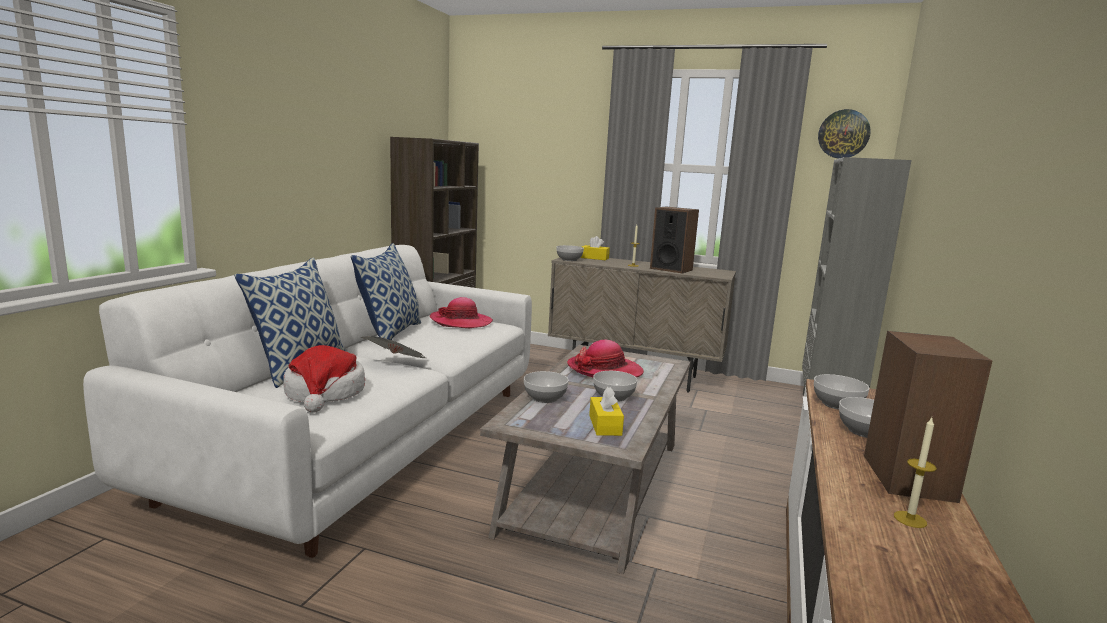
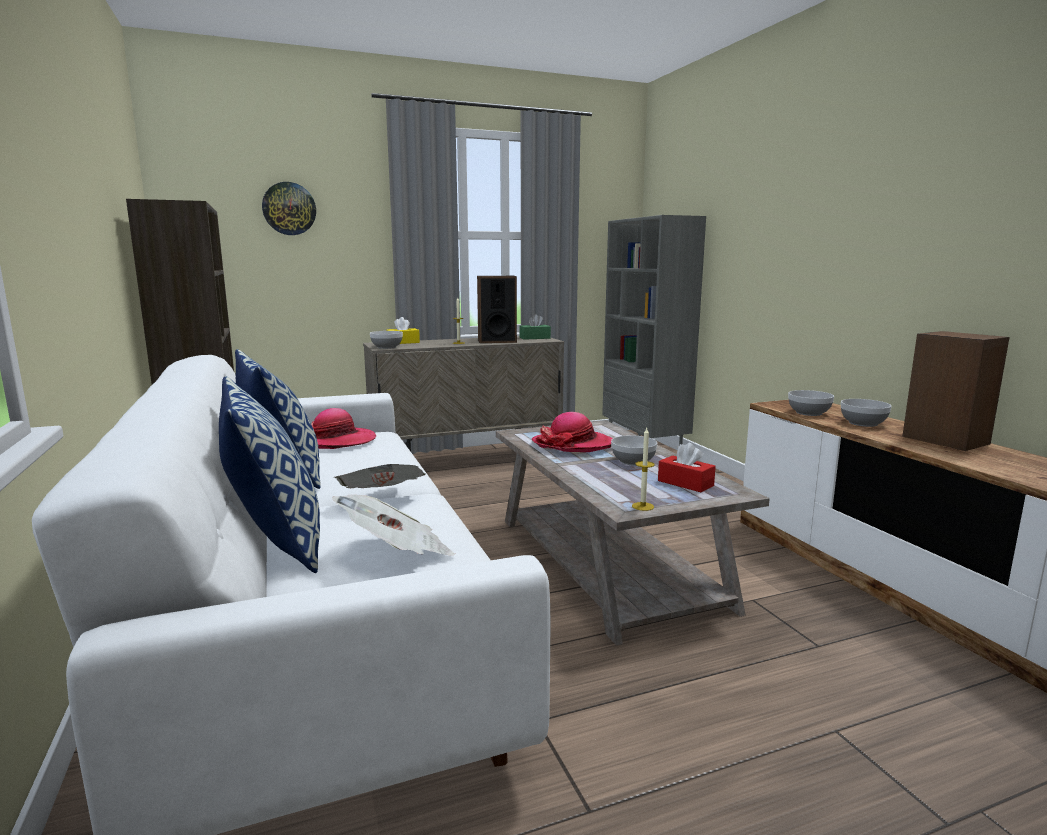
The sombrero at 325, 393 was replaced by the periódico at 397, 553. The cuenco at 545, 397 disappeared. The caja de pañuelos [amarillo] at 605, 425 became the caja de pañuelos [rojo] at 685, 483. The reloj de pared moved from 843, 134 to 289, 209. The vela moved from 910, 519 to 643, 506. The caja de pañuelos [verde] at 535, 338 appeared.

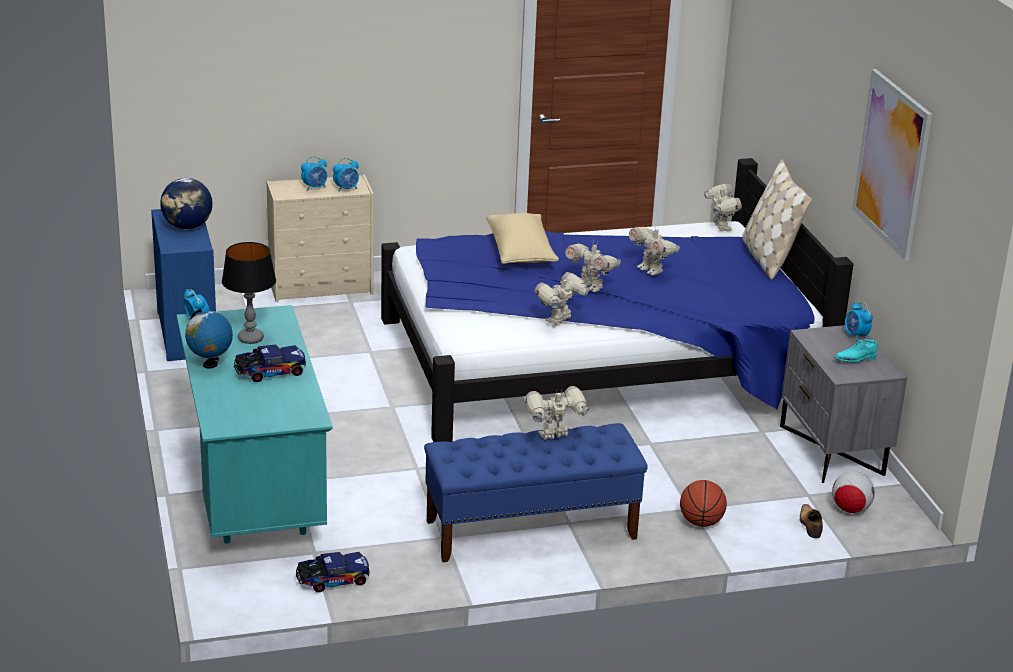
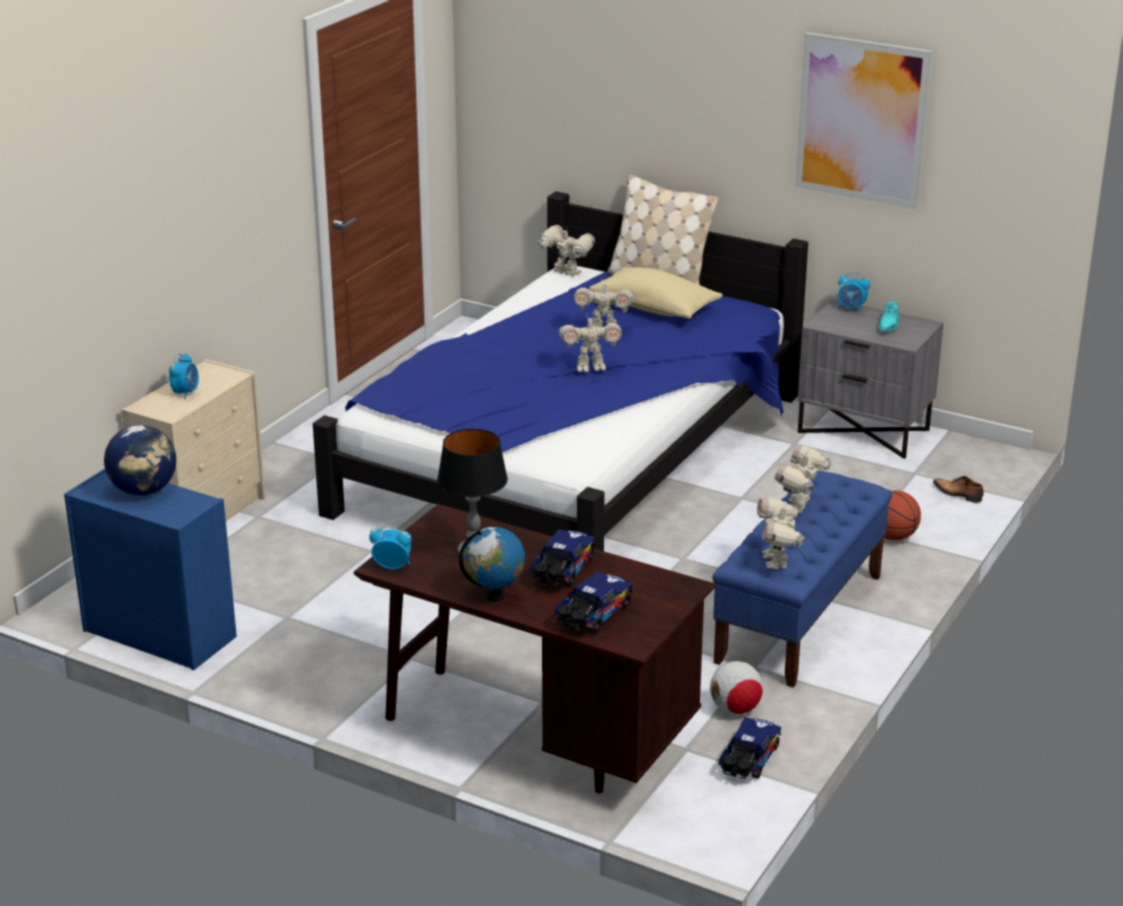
The escritorio [turquesa] at 253, 494 became the escritorio [marrón] at 534, 735. The despertador at 346, 189 disappeared. The cojín [beis] moved from 521, 252 to 655, 308. The robot de juguete moved from 560, 320 to 777, 561. The balón de fútbol moved from 850, 509 to 735, 709. The camión de juguete at 591, 616 appeared.

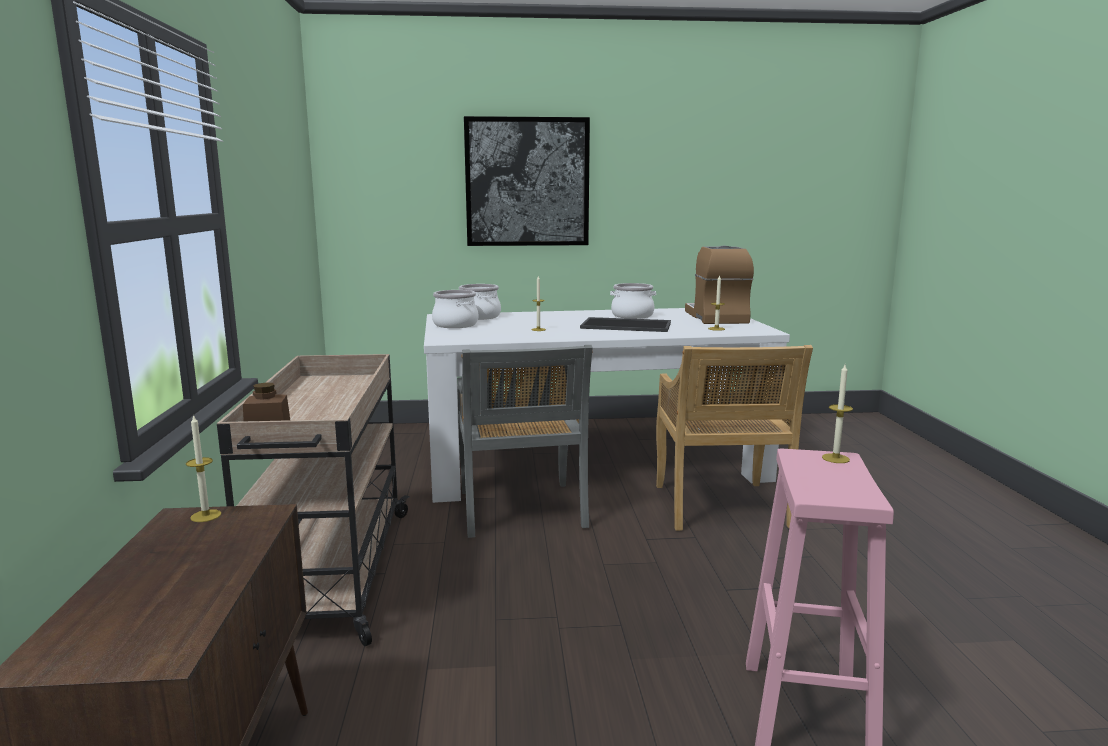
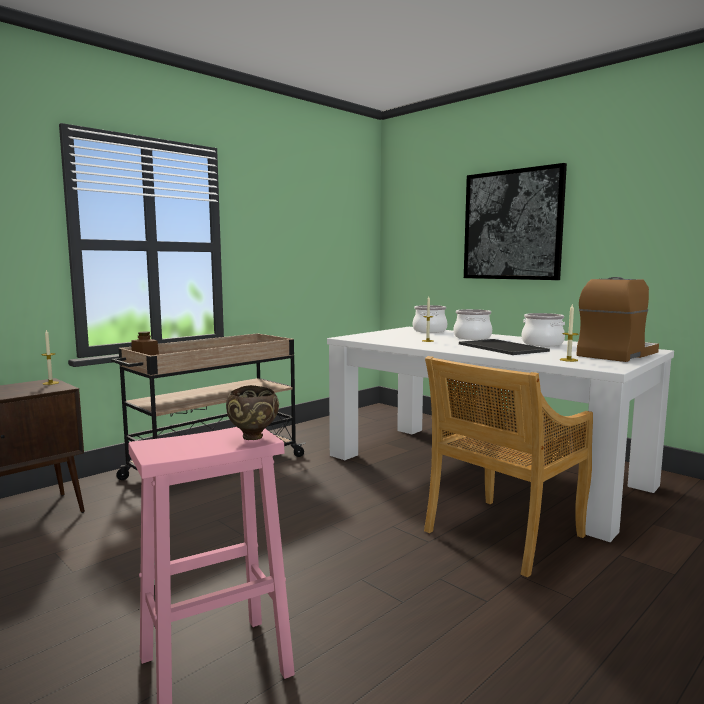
The olla moved from 455, 325 to 472, 337. The silla [gris] at 521, 510 disappeared. The vela at 835, 458 was replaced by the cuenco [marrón] at 253, 437.

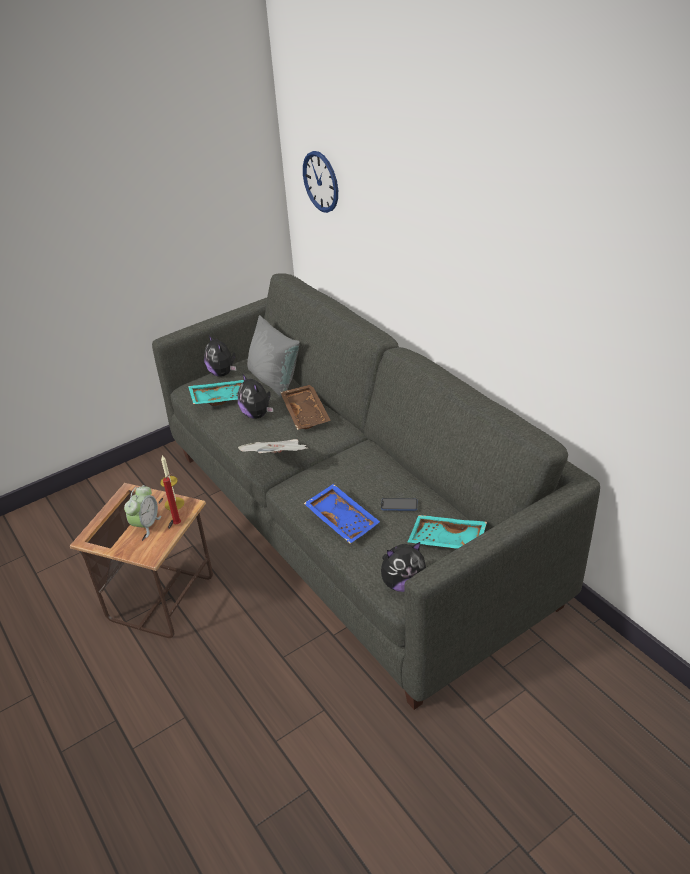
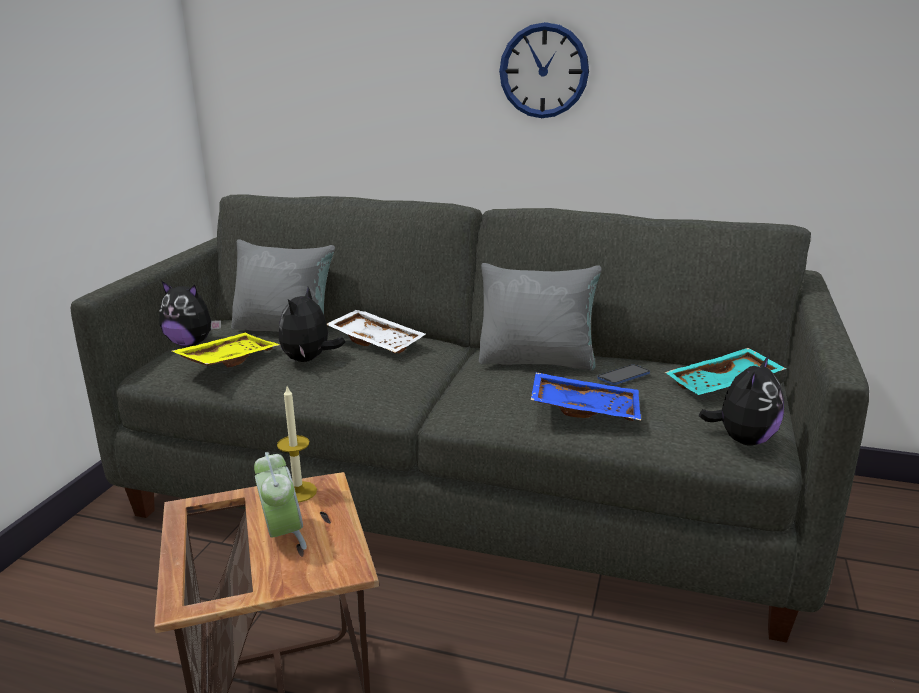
The vela [rojo] at 178, 524 disappeared. The bandeja [turquesa] at 220, 398 became the bandeja [amarillo] at 227, 360. The peluche at 257, 414 turned 90 degrees clockwise. The periódico at 277, 460 disappeared. The bandeja [marrón] at 306, 413 became the bandeja [blanco] at 377, 341. The reloj de pared moved from 321, 181 to 543, 71. The cojín [gris] at 537, 361 appeared.

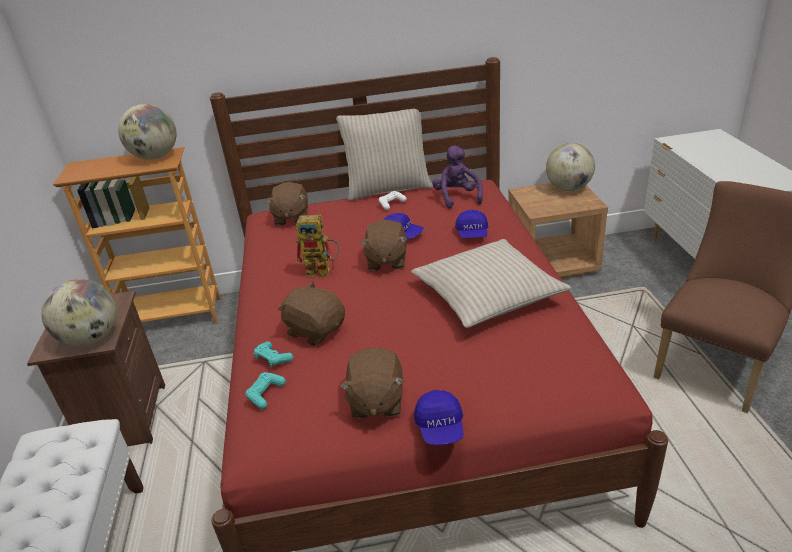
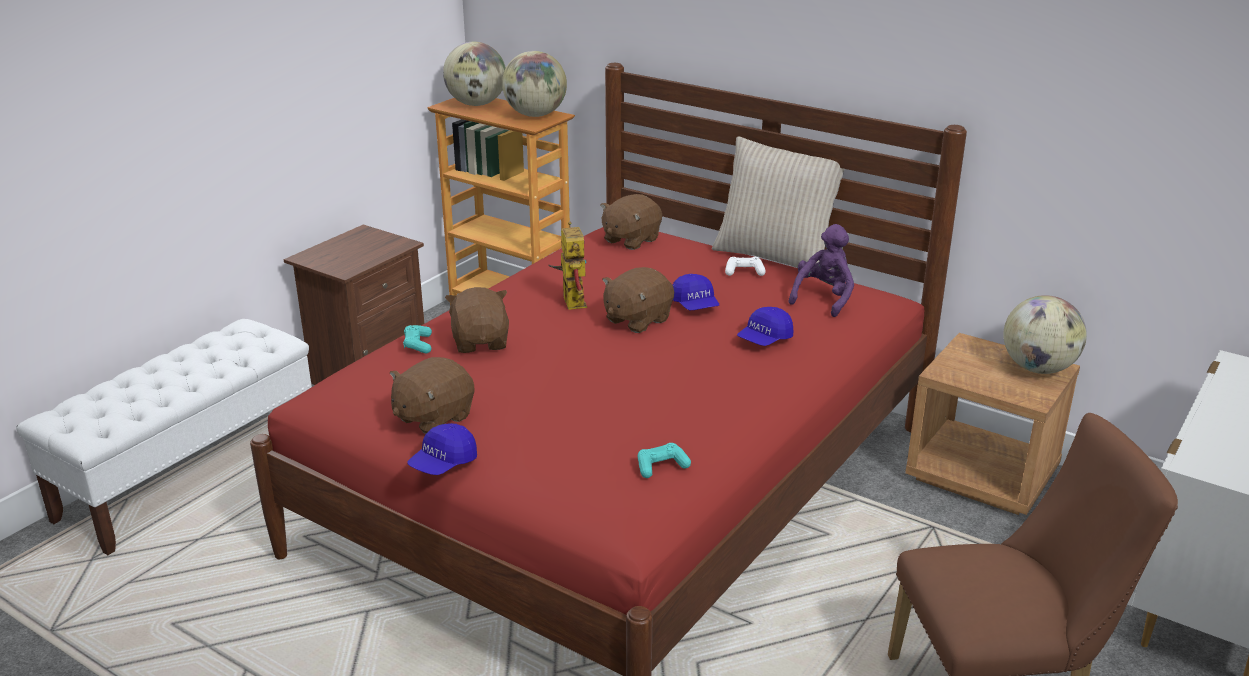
The globo terráqueo moved from 91, 338 to 476, 104. The mando de consola [turquesa] moved from 265, 394 to 661, 467. The robot de juguete at 323, 271 turned 150 degrees counterclockwise. The cojín [beis] at 487, 294 disappeared.

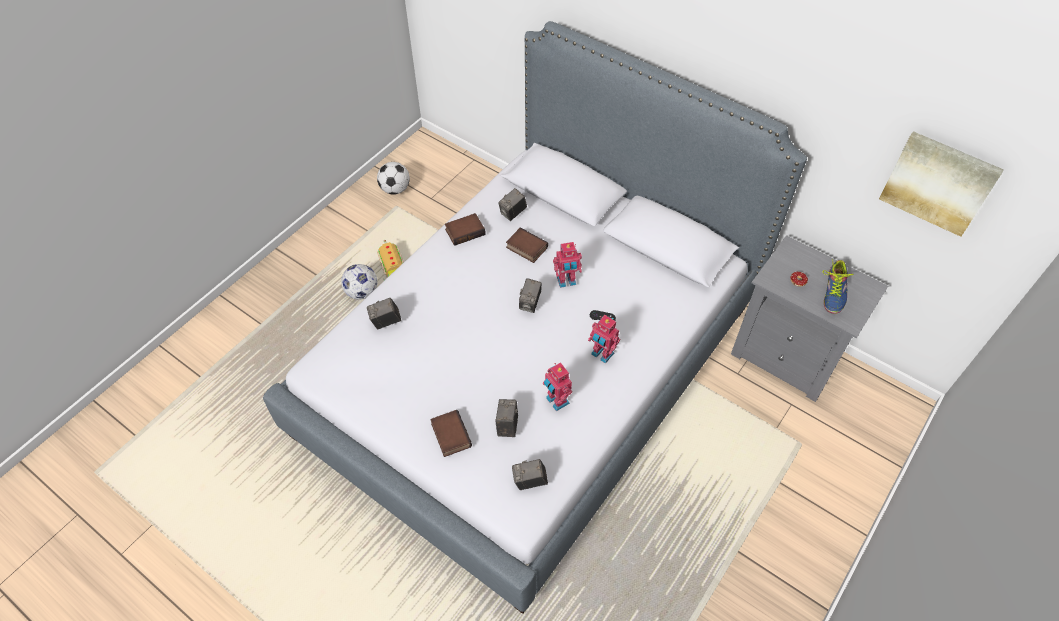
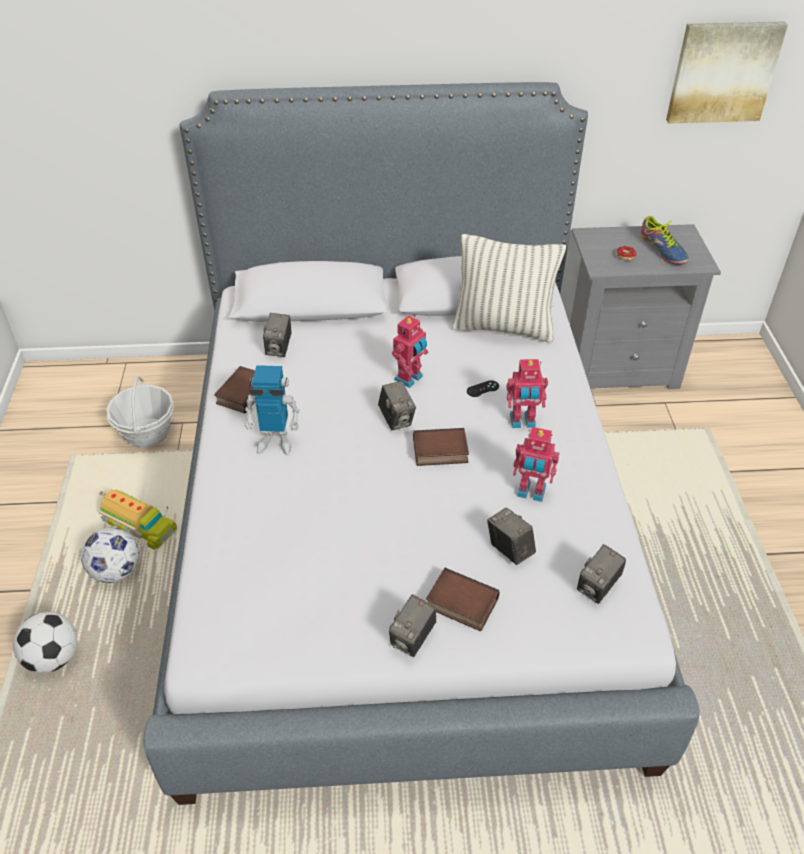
The cámara moved from 386, 321 to 413, 639. The balón de fútbol moved from 395, 189 to 54, 658. The libro moved from 525, 248 to 439, 452. The cesta at 147, 433 appeared. The robot de juguete at 275, 441 appeared. The cojín at 503, 327 appeared.

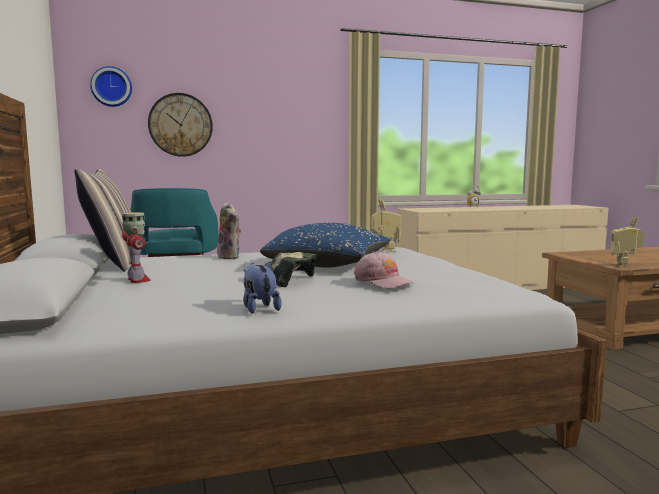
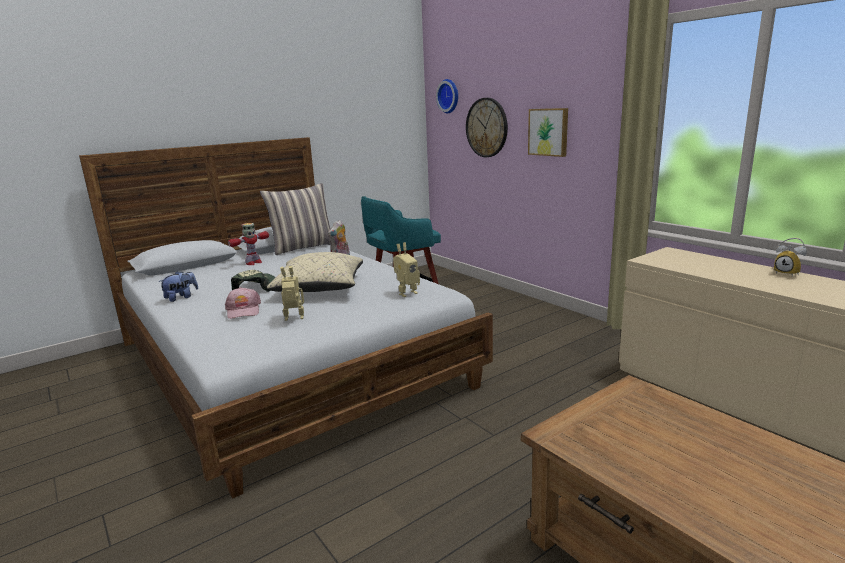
The cojín [azul] at 328, 266 became the cojín [beis] at 320, 289. The gorra [rosa] at 383, 281 turned 45 degrees counterclockwise. The robot de juguete moved from 625, 265 to 294, 319. The cuadro at 549, 132 appeared.

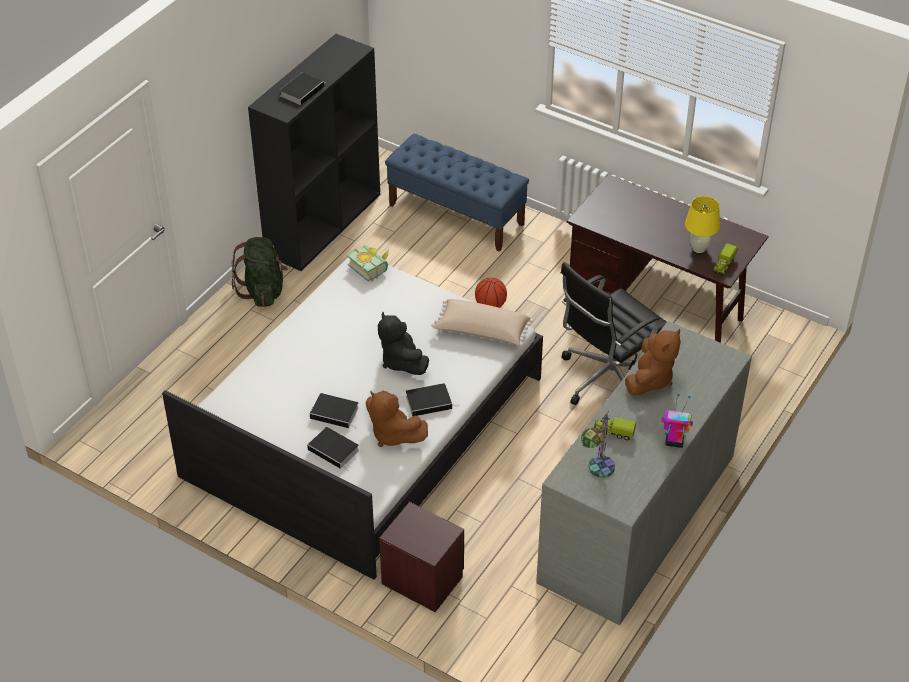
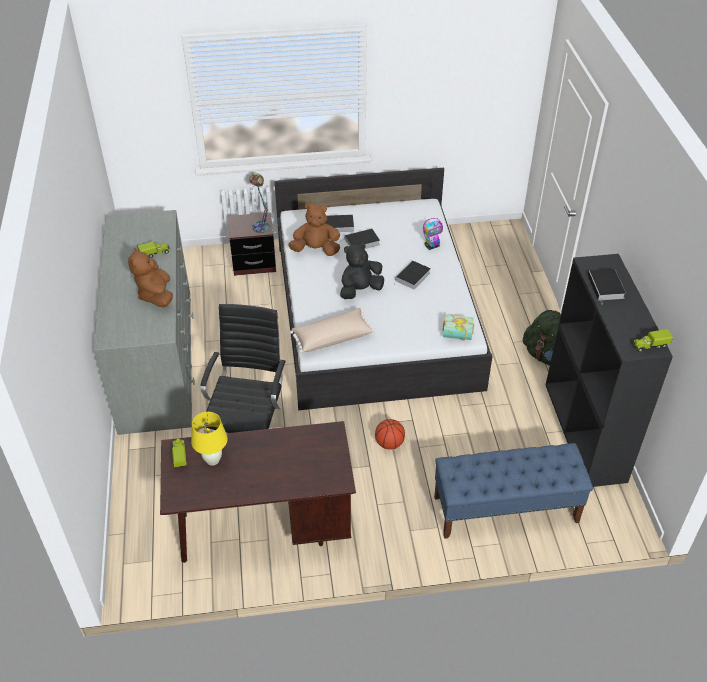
The peluche [negro] at 401, 361 turned 60 degrees counterclockwise. The libro moved from 430, 401 to 412, 277. The lámpara de mesa moved from 596, 472 to 261, 224. The robot de juguete moved from 673, 442 to 432, 246. The camión de juguete at 649, 346 appeared.

